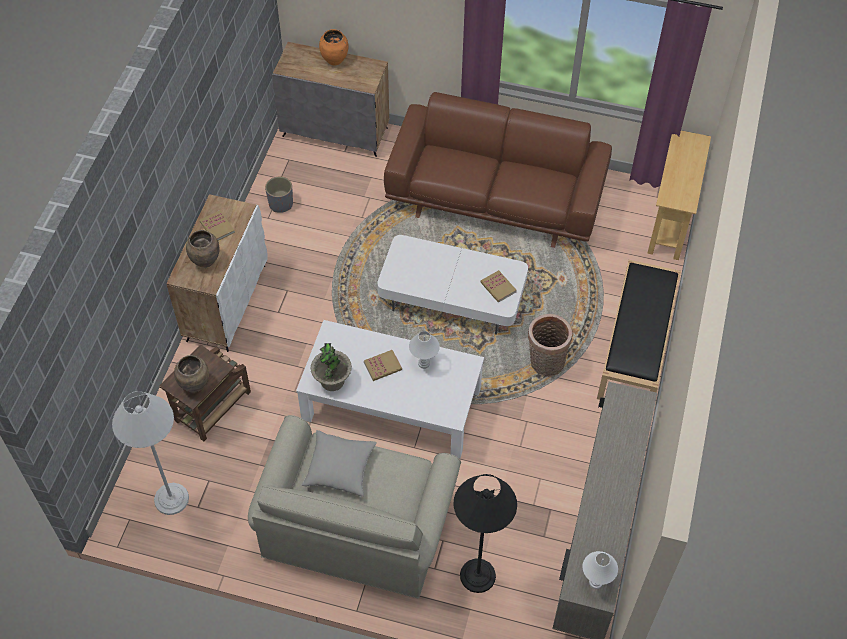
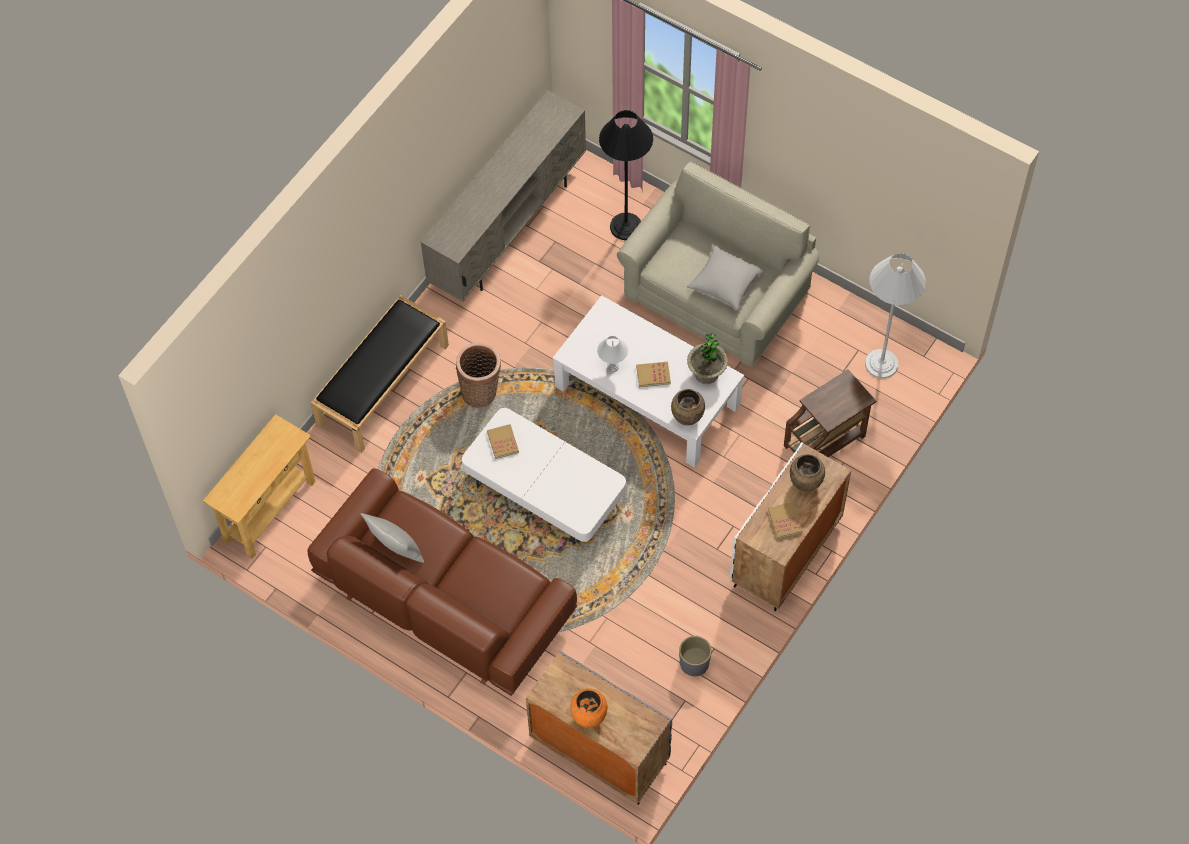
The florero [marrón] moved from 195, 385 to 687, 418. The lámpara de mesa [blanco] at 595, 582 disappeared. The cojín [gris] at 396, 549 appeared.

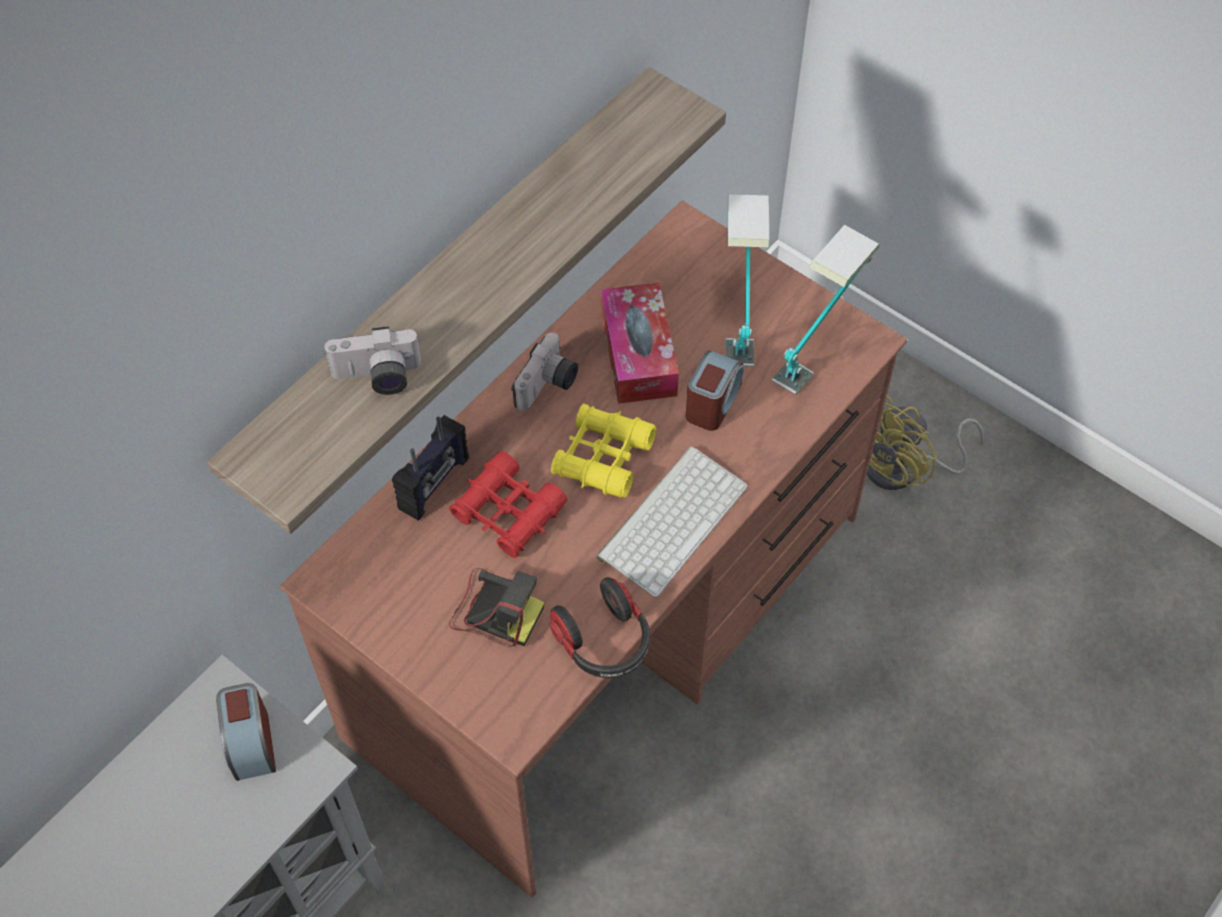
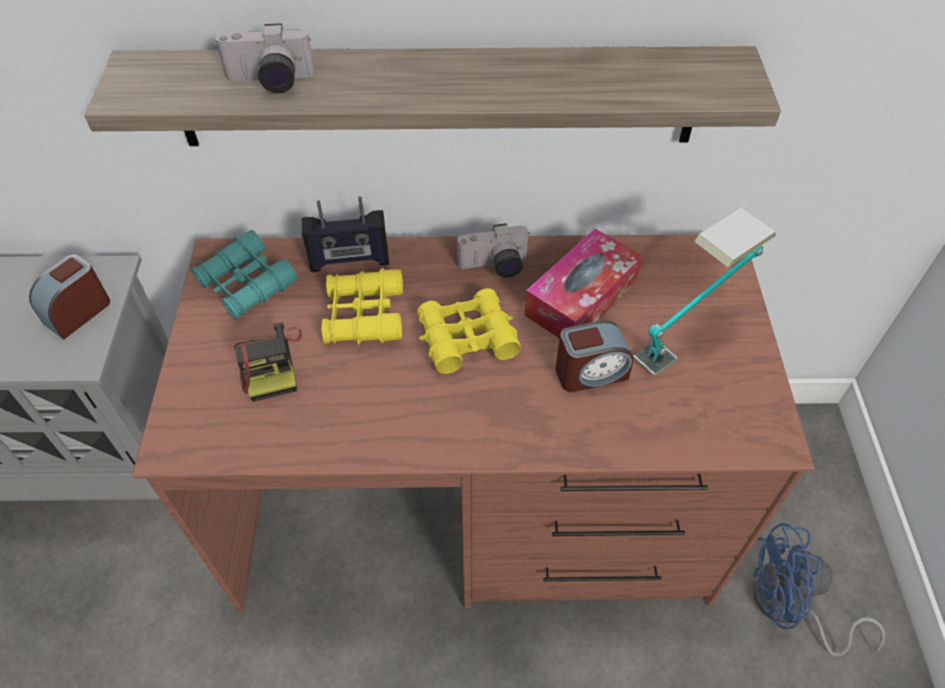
The cámara at 377, 378 turned 45 degrees counterclockwise. The prismáticos [rojo] at 508, 512 became the prismáticos [amarillo] at 364, 315. The auriculares at 604, 642 disappeared. The teclado at 671, 518 disappeared. The lámpara de mesa at 819, 347 disappeared. The ventilador [amarillo] at 903, 469 became the ventilador [azul] at 789, 608. The prismáticos [turquesa] at 246, 283 appeared.

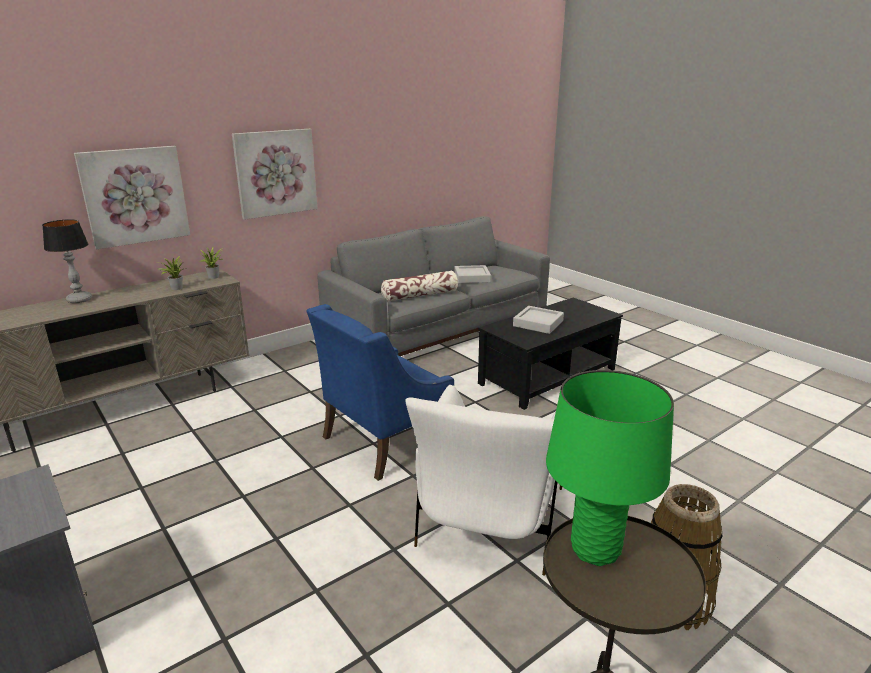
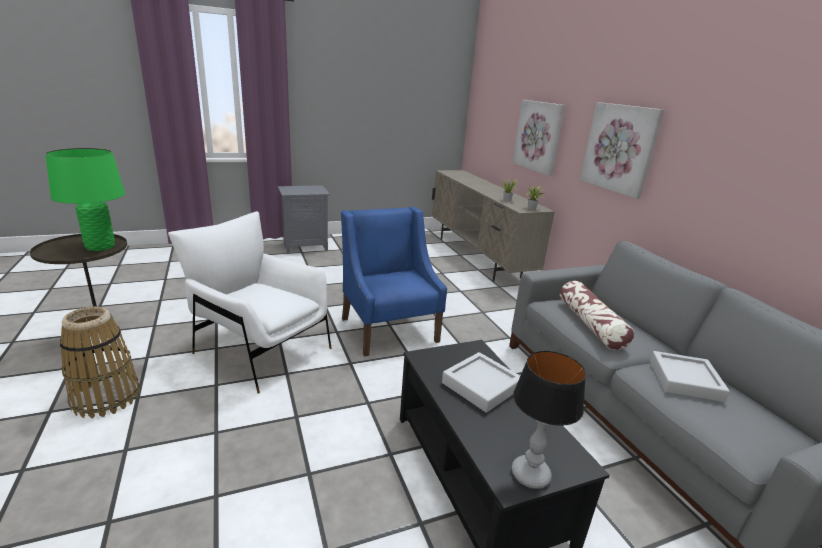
The lámpara de mesa moved from 79, 300 to 530, 474.

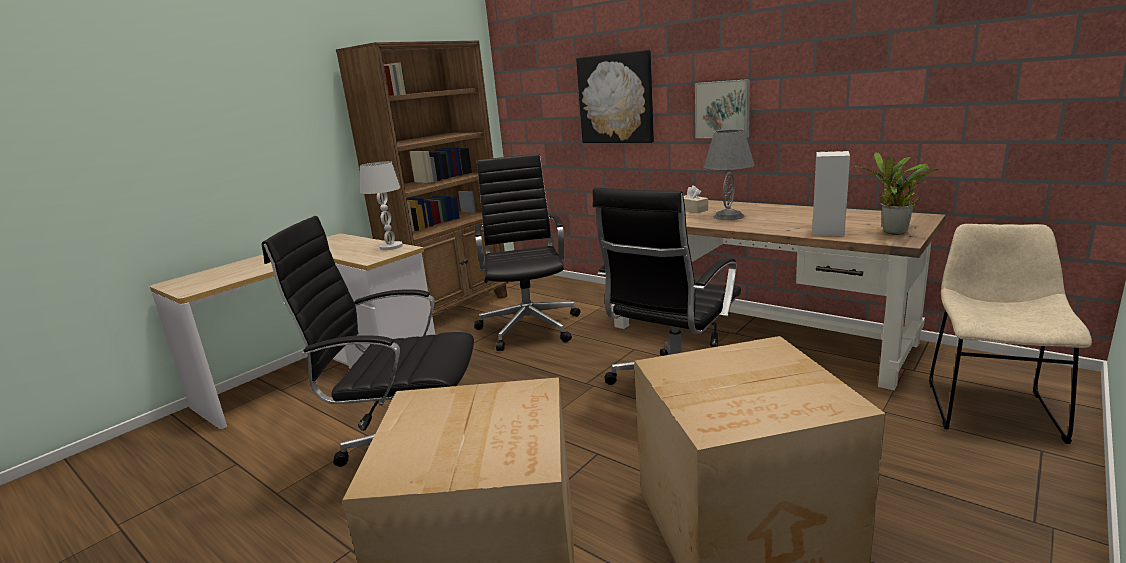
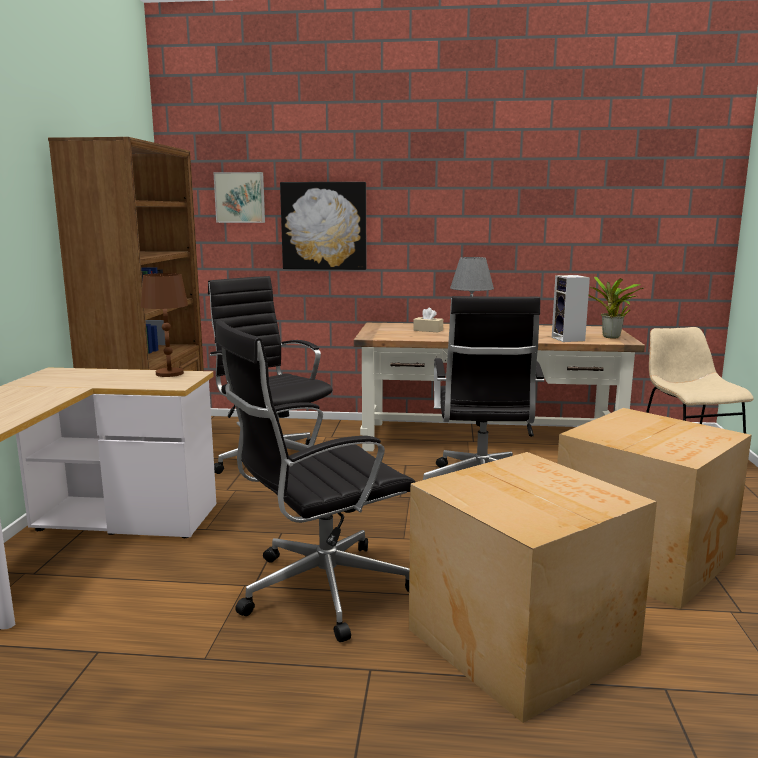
The lámpara de mesa [blanco] at 391, 247 became the lámpara de mesa [marrón] at 170, 373. The cuadro moved from 723, 109 to 240, 197.

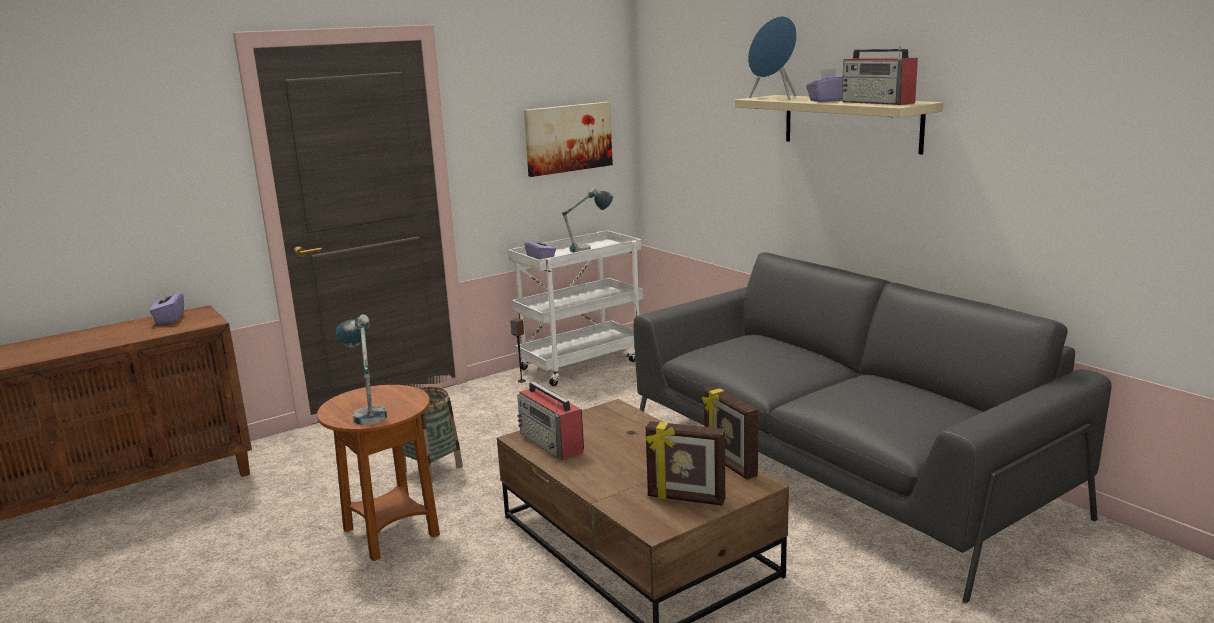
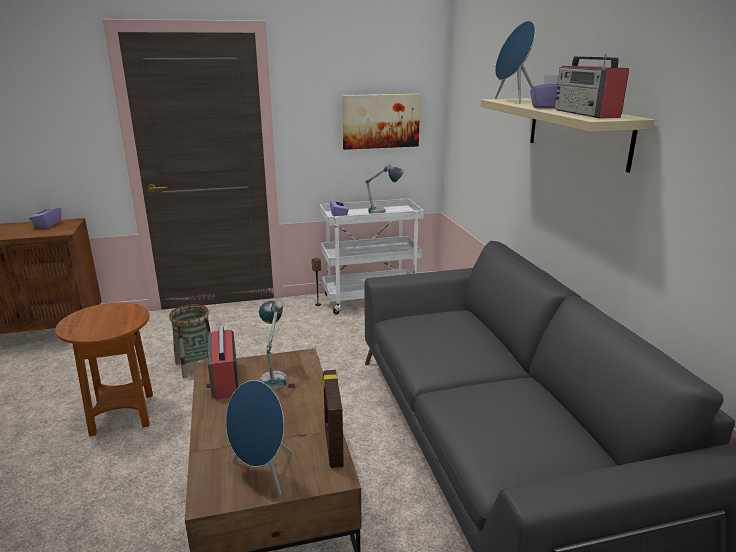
The lámpara de mesa moved from 366, 412 to 274, 375. The portarretratos at 686, 499 was replaced by the altavoz [azul] at 262, 473.

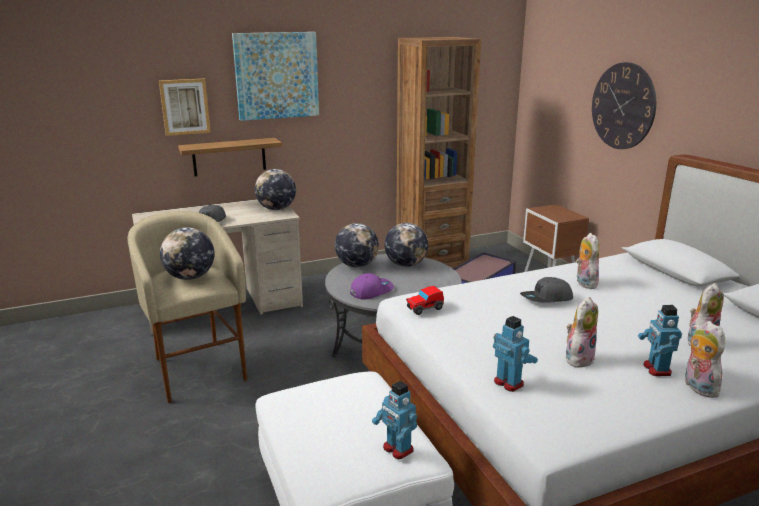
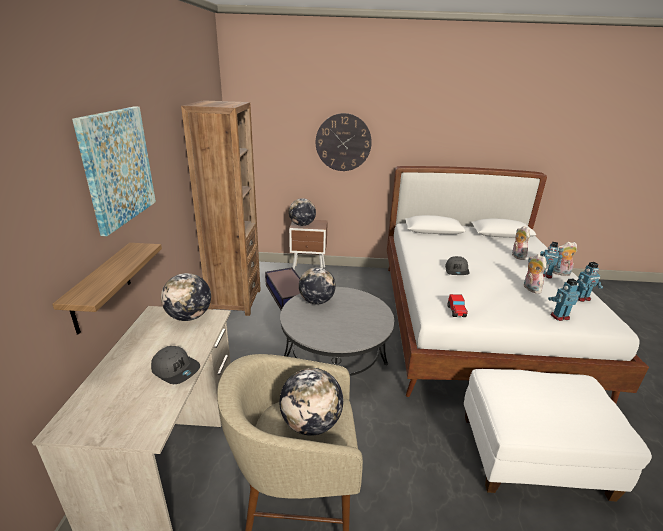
The cuadro at 185, 106 disappeared. The globo terráqueo moved from 356, 265 to 302, 225. The gorra [morado] at 371, 291 disappeared. The robot de juguete moved from 397, 449 to 582, 298. The peluche at 584, 283 disappeared.

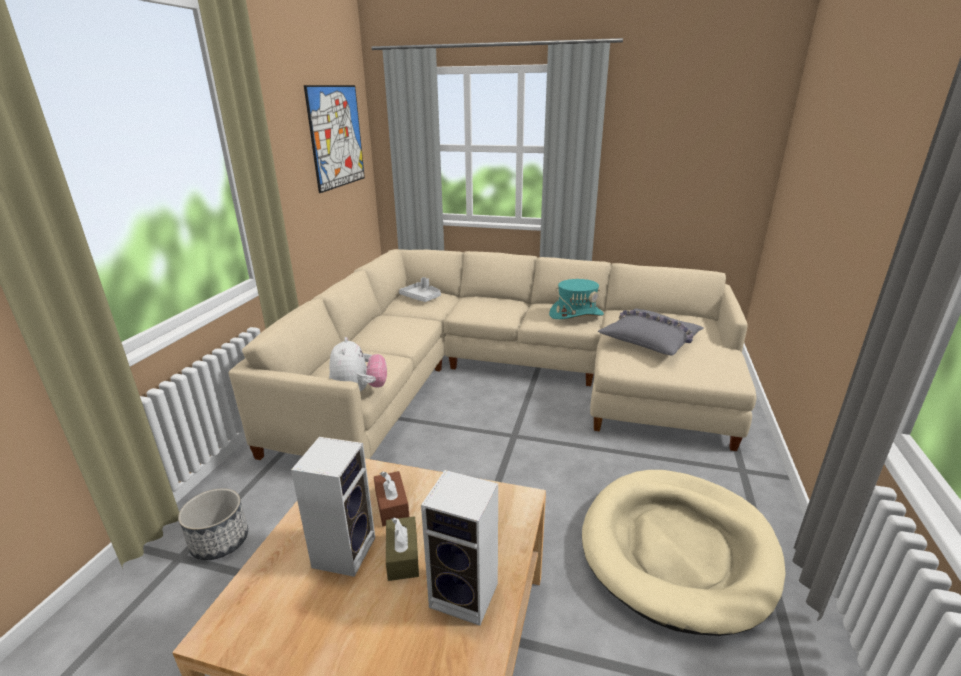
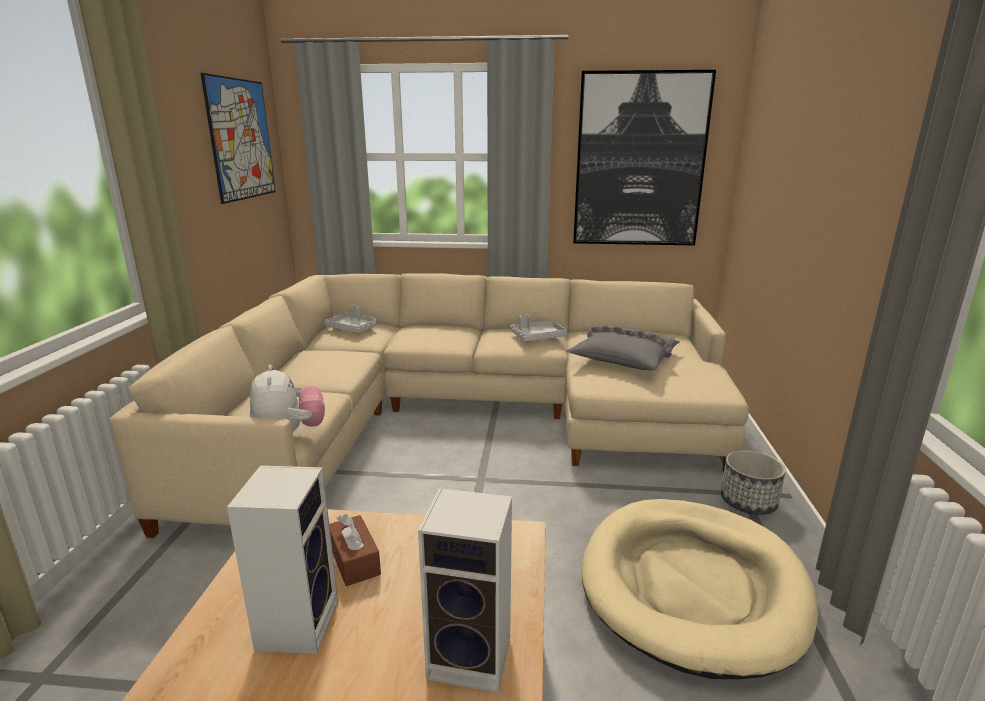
The maceta moved from 219, 541 to 748, 502. The caja de pañuelos [marrón] at 402, 556 disappeared. The sombrero [turquesa] at 576, 314 was replaced by the bandeja [gris] at 537, 337. The cuadro at 639, 161 appeared.

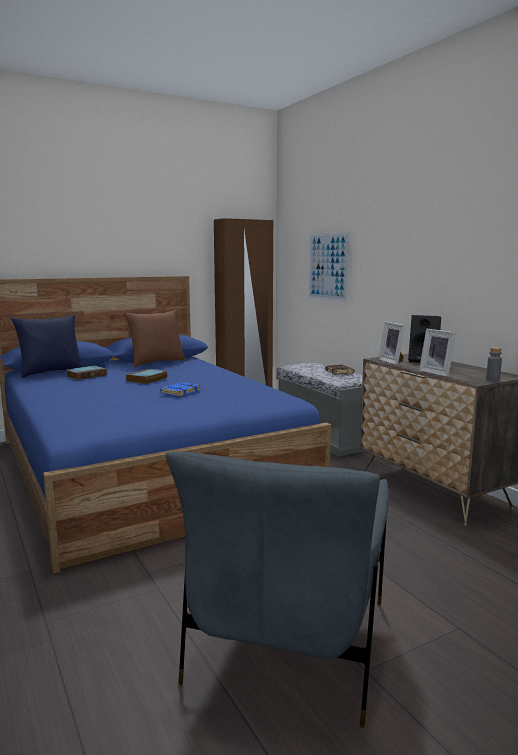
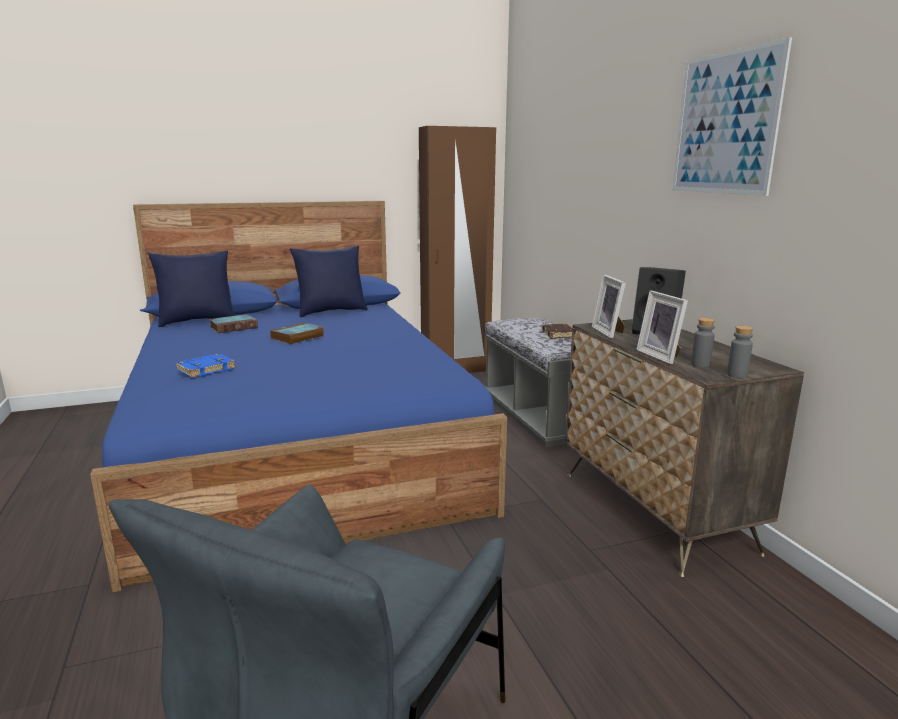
The cojín [marrón] at 156, 363 became the cojín [azul] at 331, 312. The libro [azul] moved from 180, 392 to 206, 369. The cuadro moved from 328, 266 to 725, 123. The botella [gris] at 700, 365 appeared.

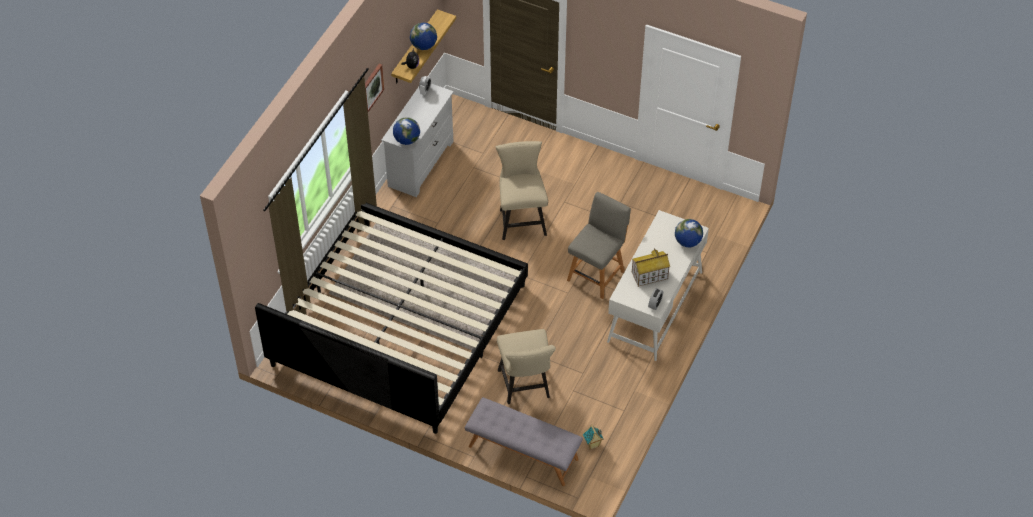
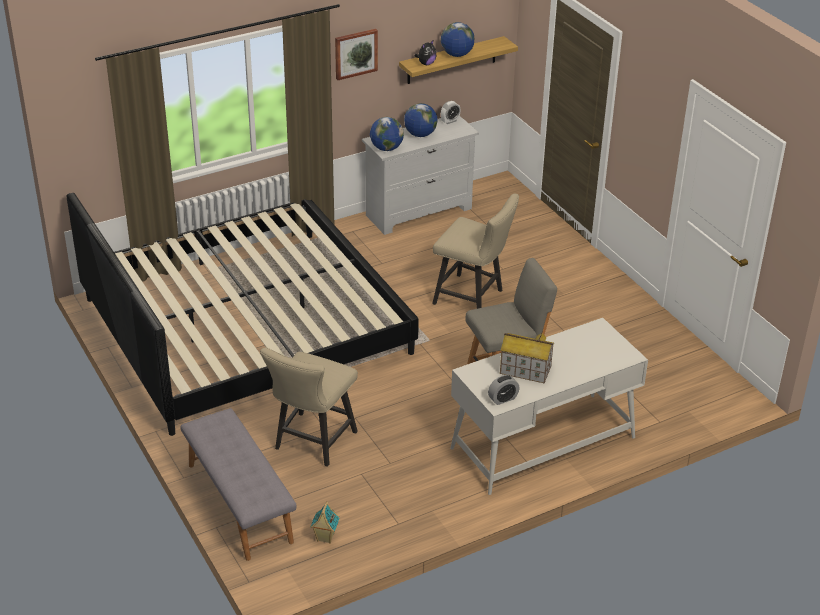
The silla [beis] at 521, 219 turned 90 degrees clockwise. The globo terráqueo moved from 687, 242 to 420, 134.

